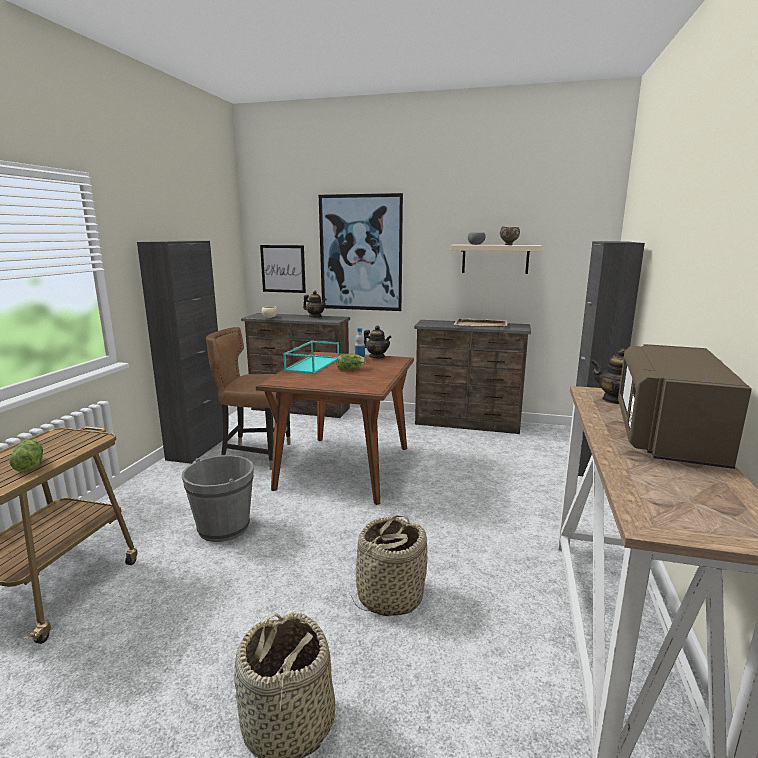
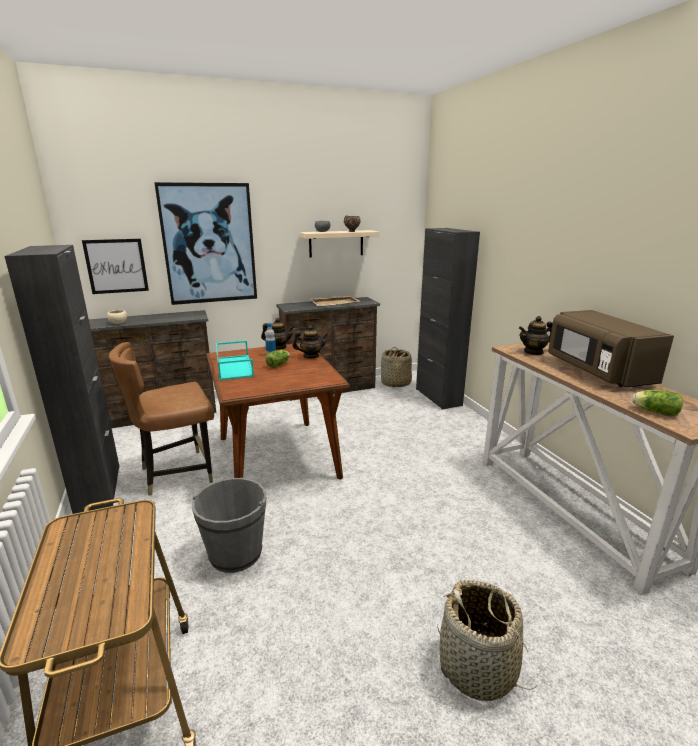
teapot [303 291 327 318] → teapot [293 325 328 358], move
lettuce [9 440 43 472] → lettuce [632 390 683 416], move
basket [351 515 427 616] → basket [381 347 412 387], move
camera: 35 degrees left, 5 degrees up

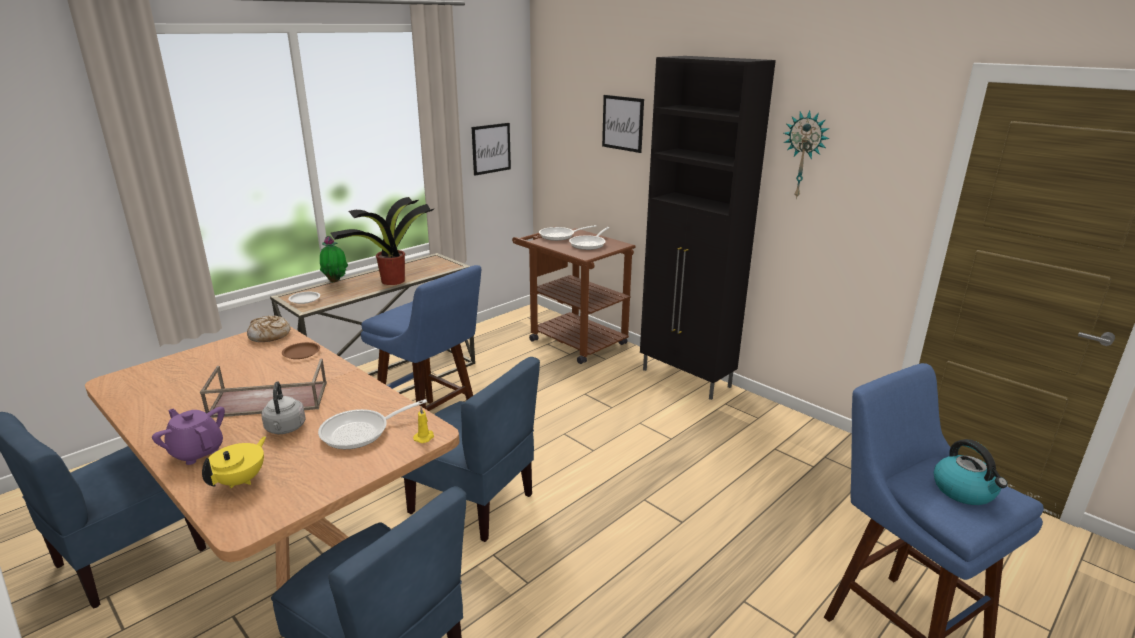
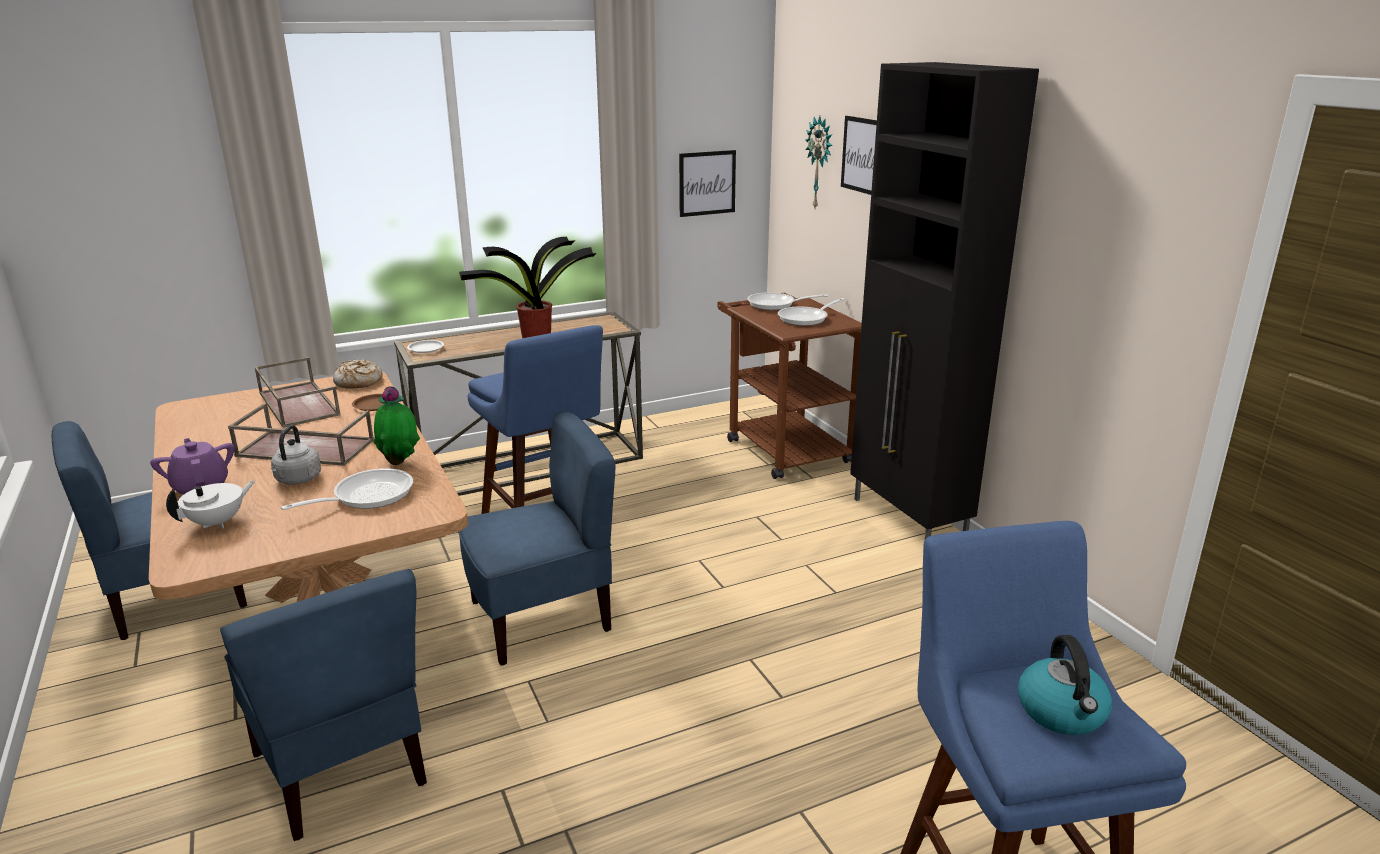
wall clock [784 110 829 199] → wall clock [805 116 833 208], move
potted plant [320 236 348 283] → potted plant [374 386 420 465], move
chair (blue) [402 357 540 542] → chair (blue) [458 411 616 666], 75 degrees counterclockwise
frying pan [318 399 427 449] → frying pan [281 468 413 510], 150 degrees clockwise
candle (yellow) [413 406 434 443] → -
teapot (yellow) [202 436 266 488] → teapot (white) [166 480 255 529]
- → tray (brown) [254 357 341 428]
camera: 20 degrees right, 0 degrees up

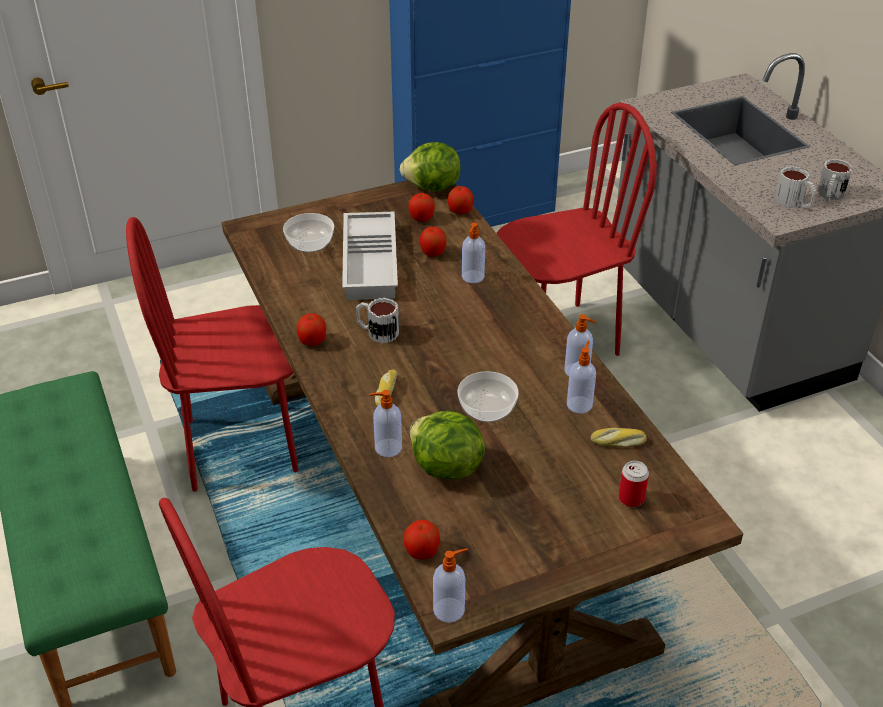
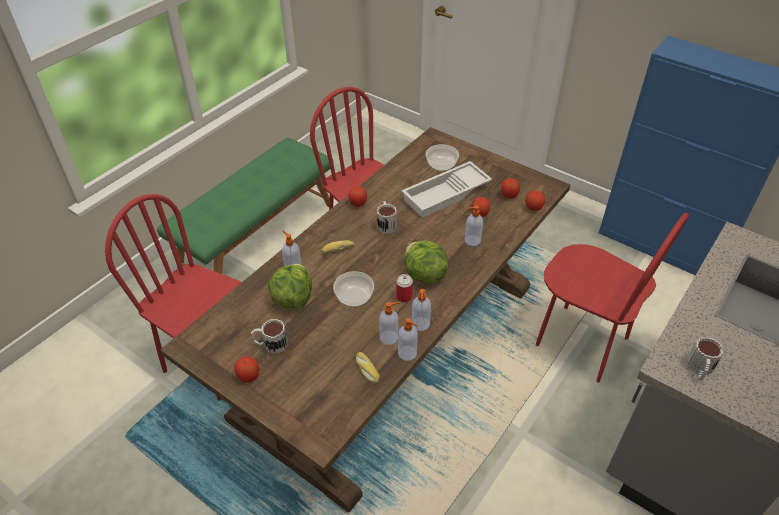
lettuce [400 142 461 192] → lettuce [404 241 448 284], move
mug [817 159 852 202] → mug [251 319 287 354], move
can [618 461 649 507] → can [396 274 413 303], move
apple [403 520 440 560] → apple [234 357 260 383], move
soap dispenser [433 548 468 623] → soap dispenser [398 318 418 361], move
camera: 60 degrees right, 5 degrees up

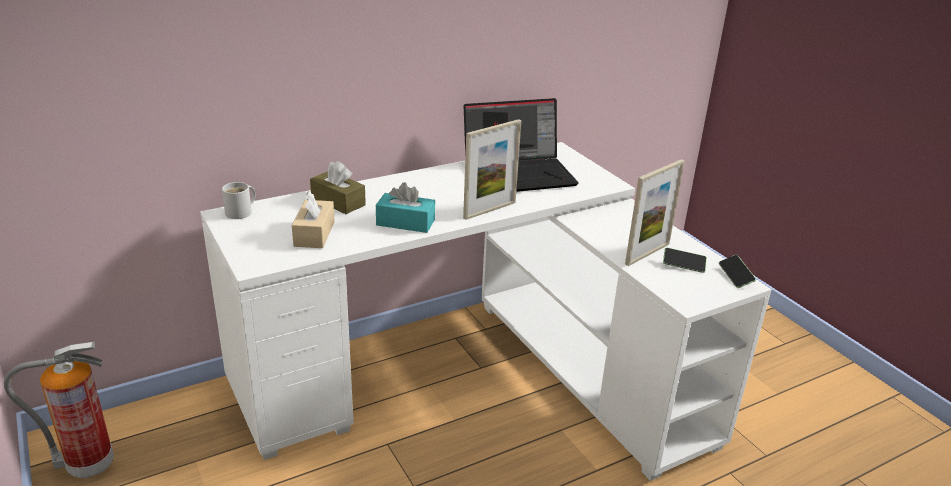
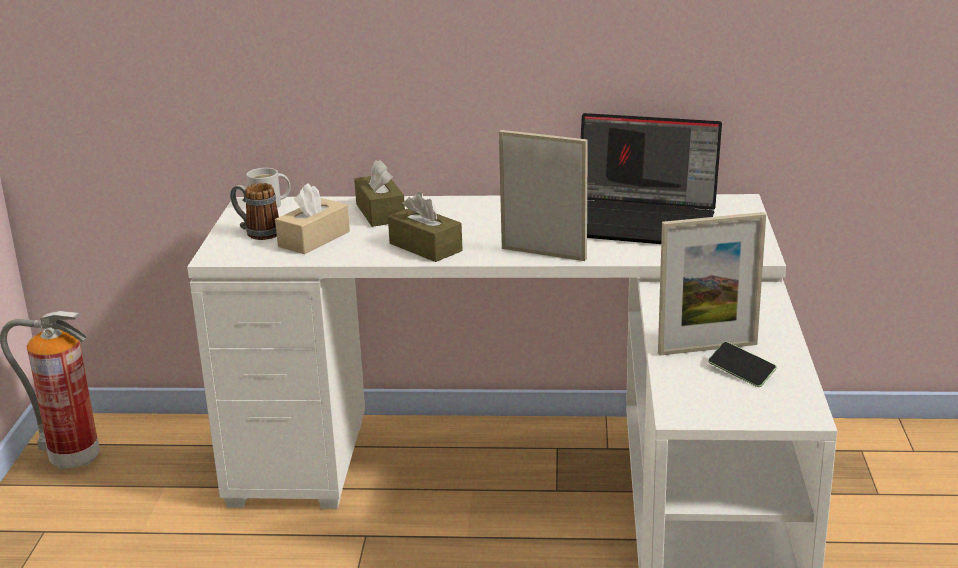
picture frame [463 119 521 220] → picture frame [499 130 588 261], 150 degrees counterclockwise
tissue box (turquoise) [376 182 435 233] → tissue box (brown) [388 192 463 262]
phone [719 255 756 288] → -
- → mug [230 183 279 240]
camera: 35 degrees right, 5 degrees down

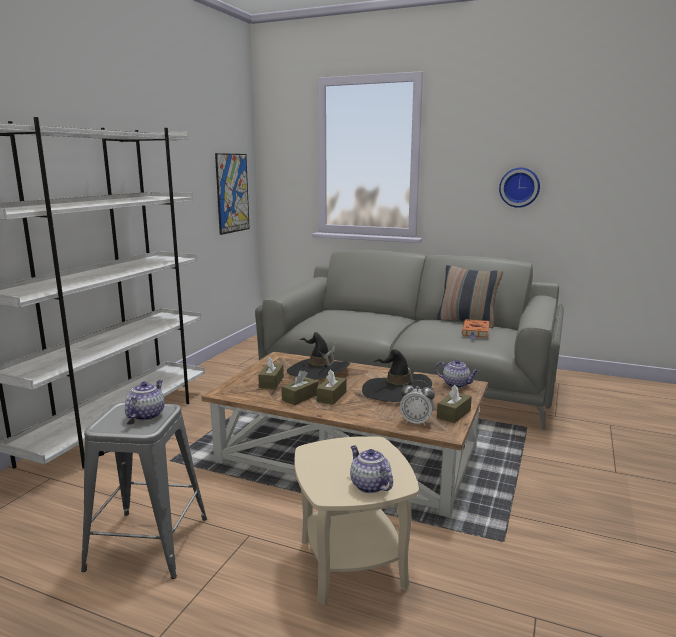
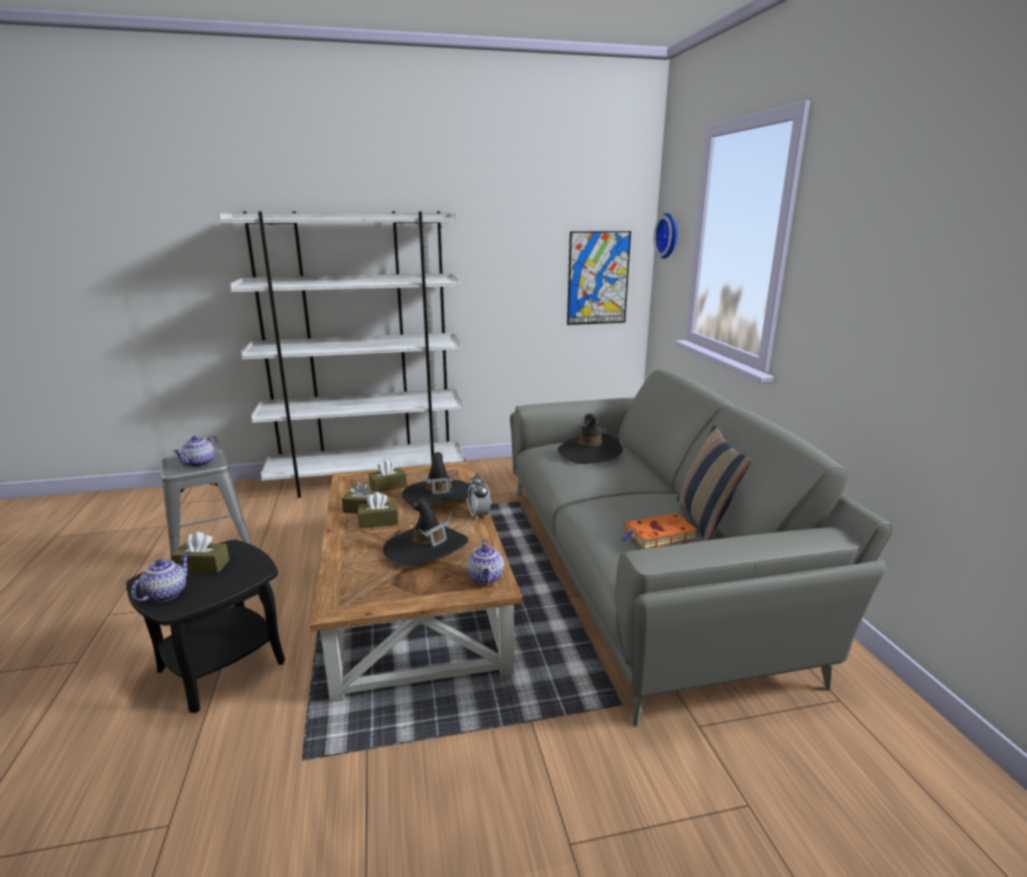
wall clock [499 168 540 208] → wall clock [653 213 678 259], move
teapot [125 380 165 421] → teapot [173 435 219 467], 135 degrees clockwise
alarm clock [400 380 435 426] → alarm clock [468 474 491 521], move
tissue box (brown) [437 385 472 423] → tissue box (brown) [171 532 230 573], move
side table (beige) [295 436 419 605] → side table (black) [126 540 285 713]
- → hat (black) [557 414 623 464]
camera: 55 degrees right, 5 degrees up

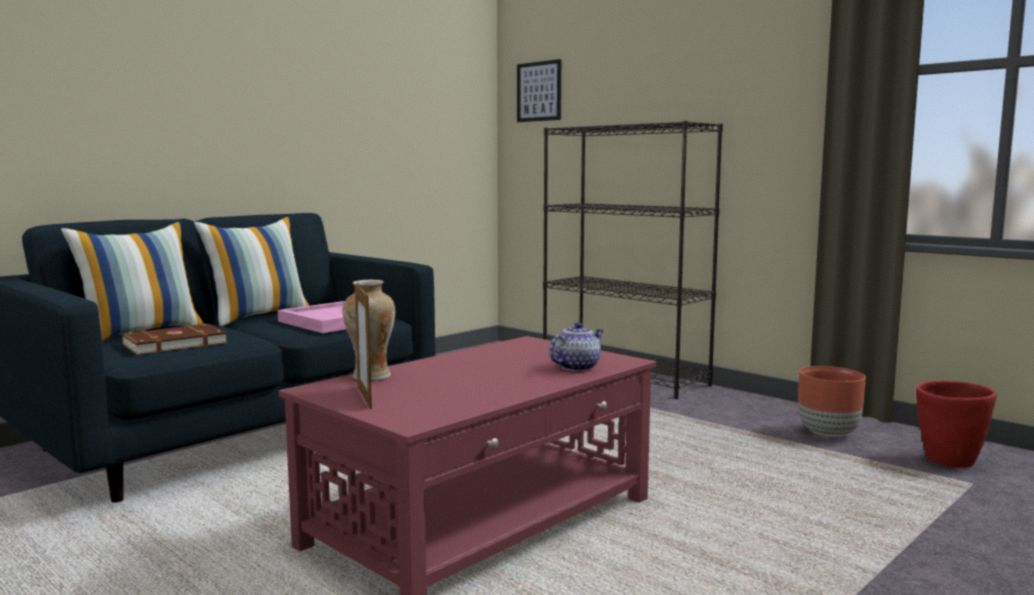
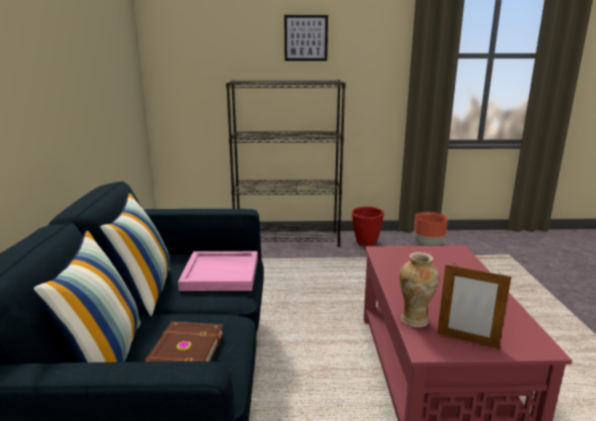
picture [517 59 561 122] → picture [284 15 328 61], move
teapot [549 322 604 371] → -
planter (red) [916 380 997 467] → planter (red) [352 206 384 246], move
camera: 45 degrees left, 10 degrees up

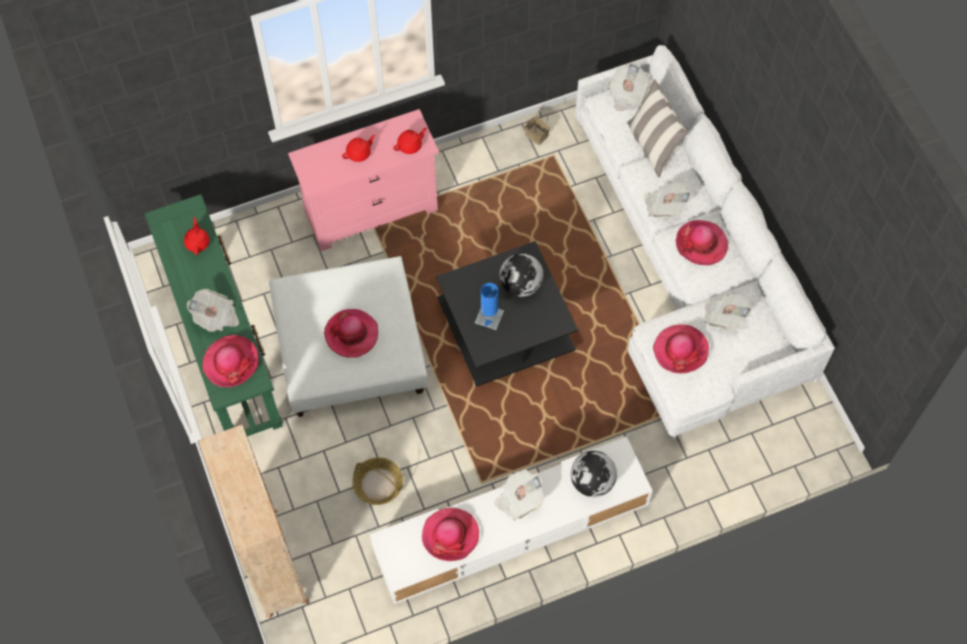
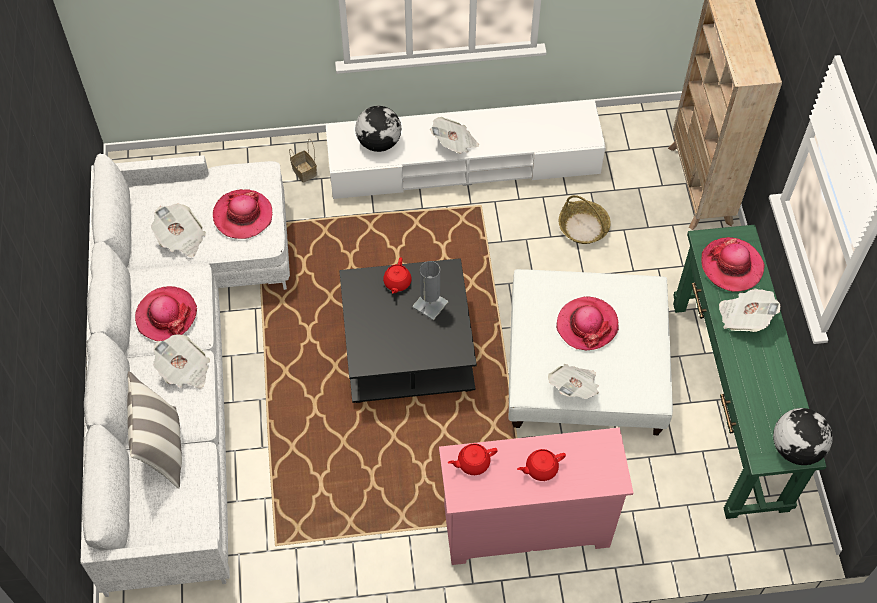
newspaper [609 63 651 111] → newspaper [548 364 599 399], move
basket [524 107 550 145] → basket [289 139 317 183], move
teapot (red) [184 217 210 255] → teapot (red) [383 257 412 293], move
globe [500 253 543 297] → globe [773 408 833 465], move
table lamp (blue) [475 283 504 330] → table lamp (grey) [412 261 448 320]
hat [422 508 479 561] → -
camera: 165 degrees left, 5 degrees down

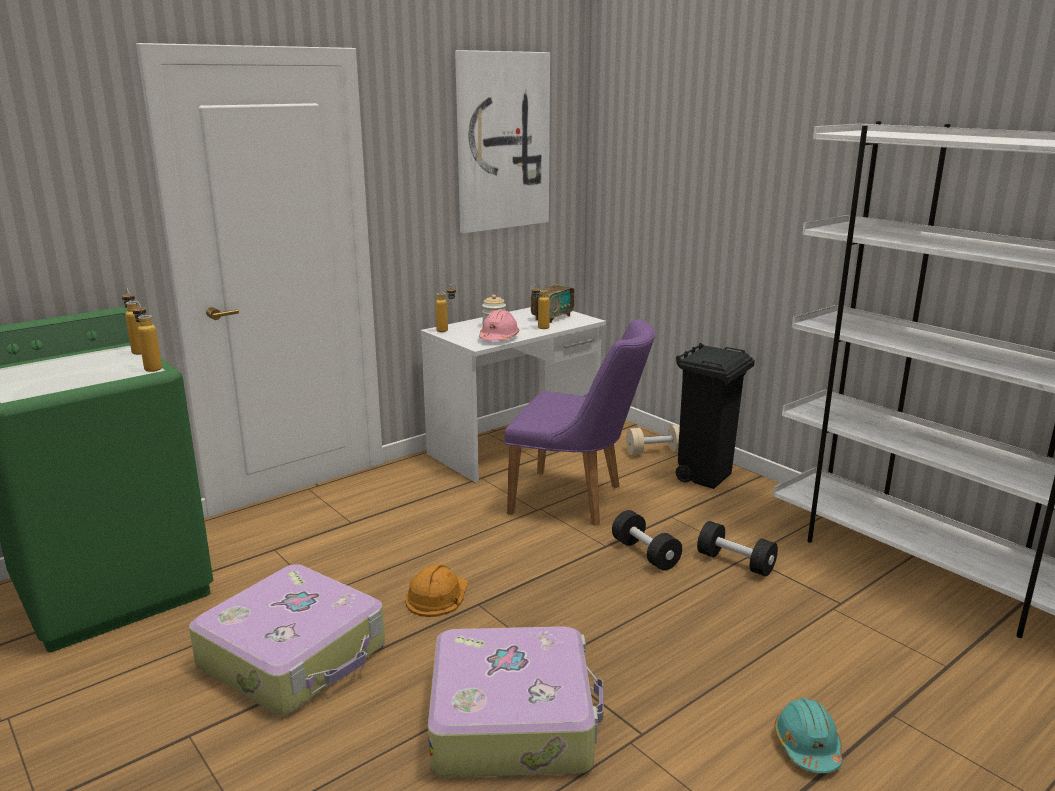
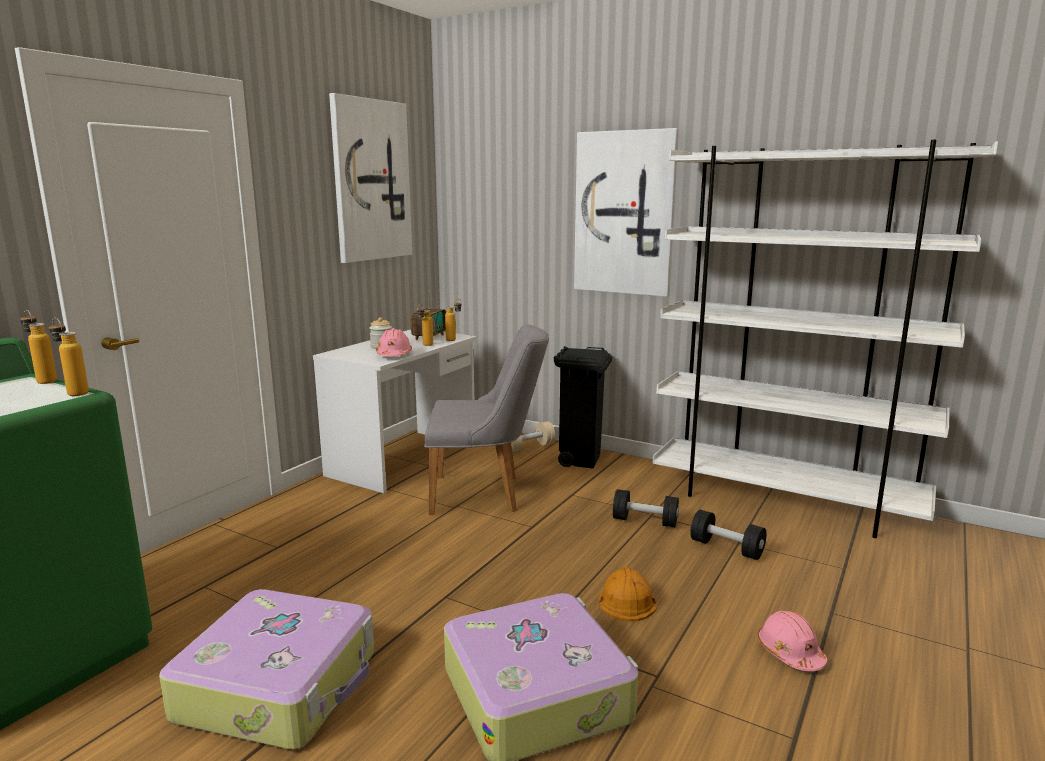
bottle [435 284 456 332] → bottle [445 299 462 341], move
chair (purple) [504 319 655 526] → chair (grey) [424 324 549 515]
dumbbell (black) [612 510 682 571] → dumbbell (black) [690 510 767 560], move
hard hat (orange) [405 564 468 617] → hard hat (orange) [599 567 657 622], move
hard hat (turquoise) [774 698 843 773] → hard hat (pink) [758 611 827 671]
- → picture [574 128 679 297]
camera: 20 degrees left, 5 degrees down

